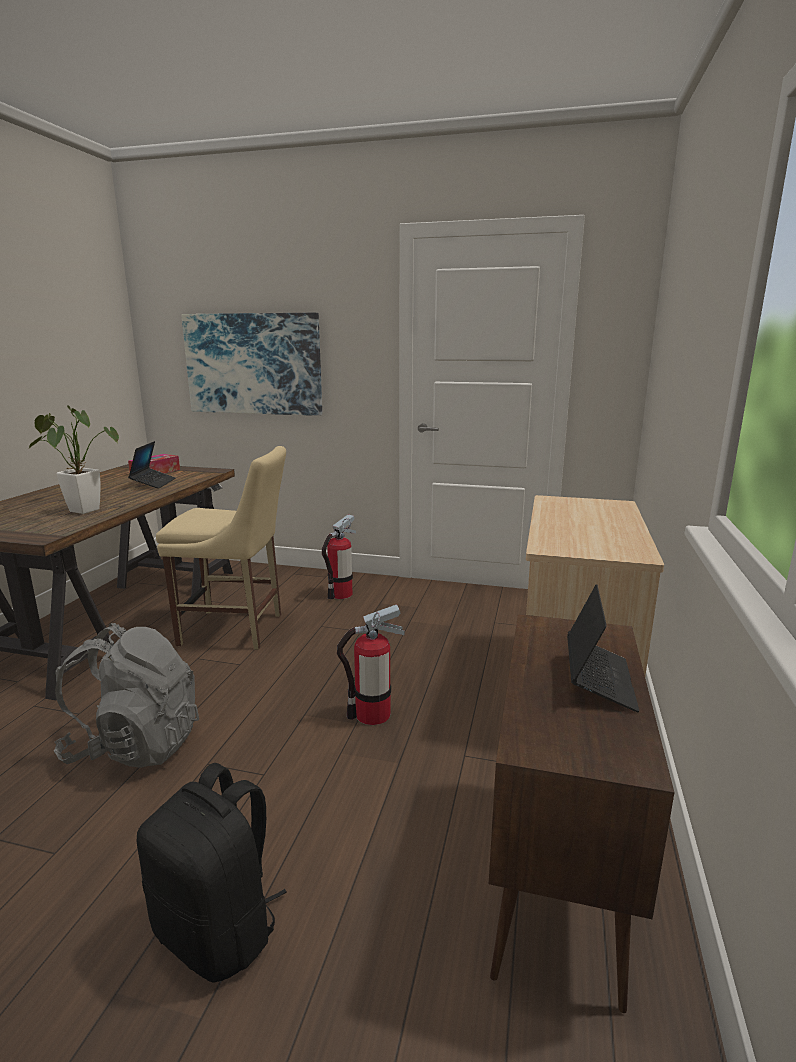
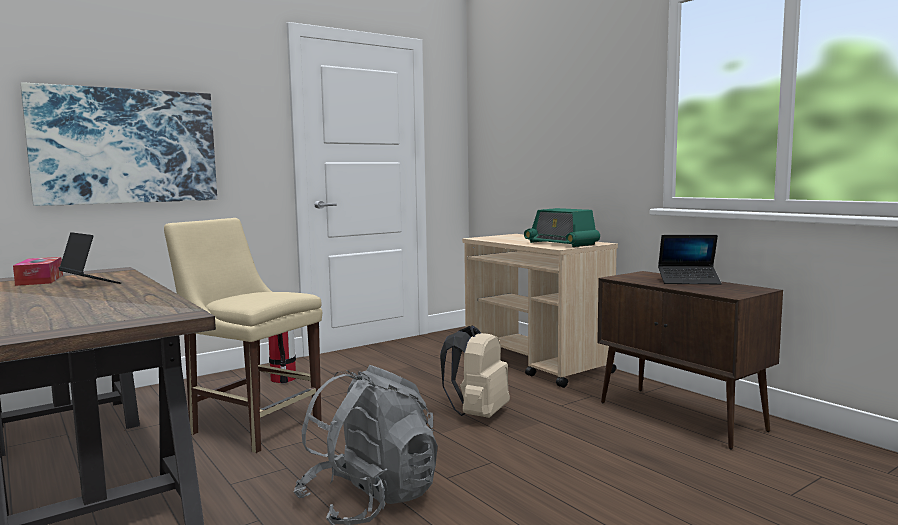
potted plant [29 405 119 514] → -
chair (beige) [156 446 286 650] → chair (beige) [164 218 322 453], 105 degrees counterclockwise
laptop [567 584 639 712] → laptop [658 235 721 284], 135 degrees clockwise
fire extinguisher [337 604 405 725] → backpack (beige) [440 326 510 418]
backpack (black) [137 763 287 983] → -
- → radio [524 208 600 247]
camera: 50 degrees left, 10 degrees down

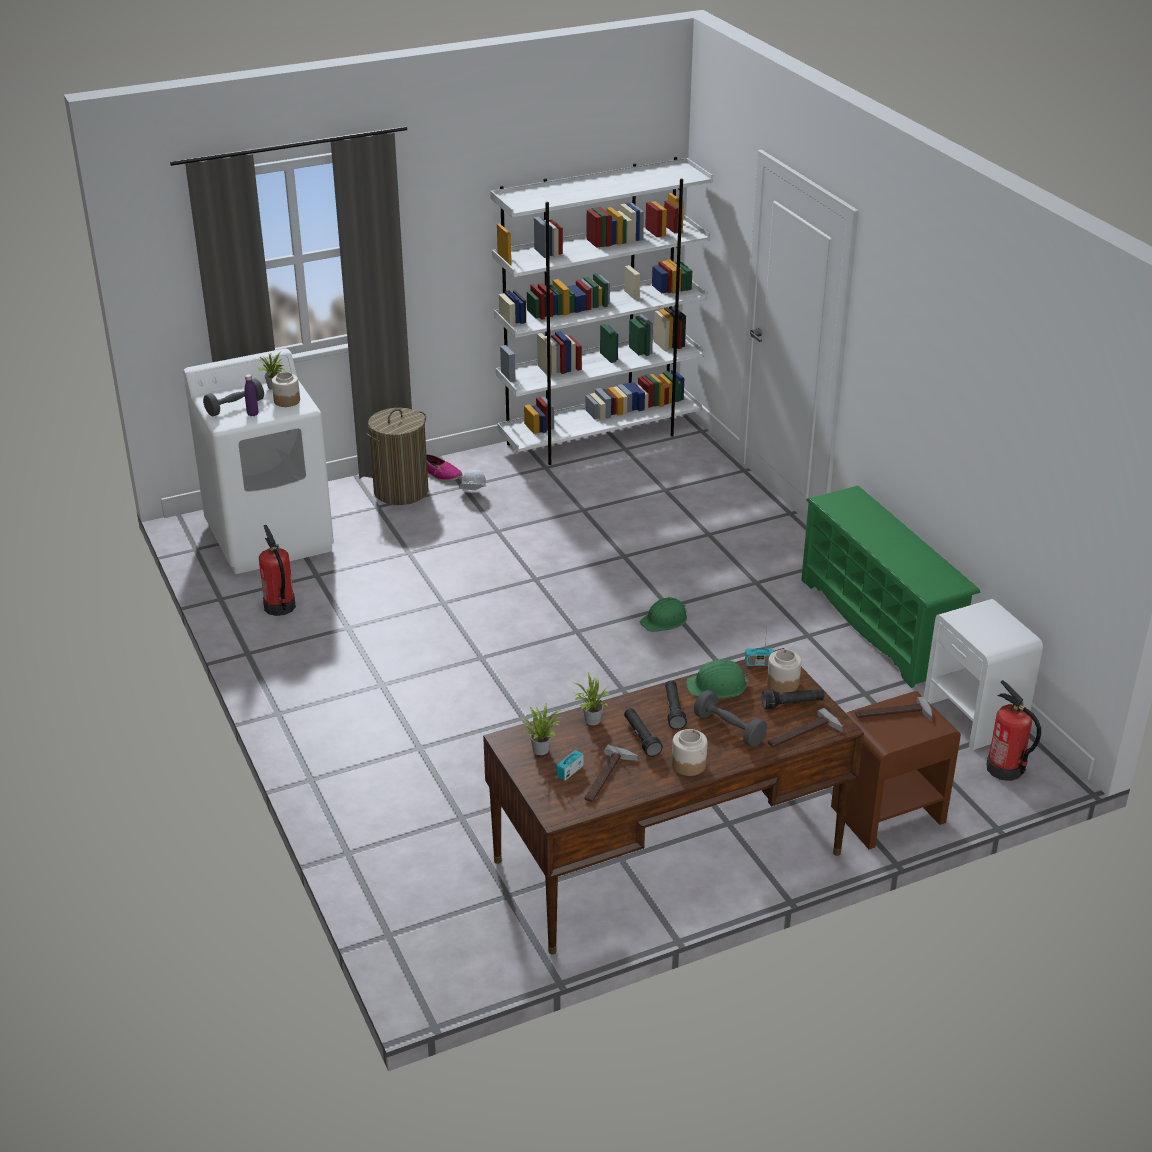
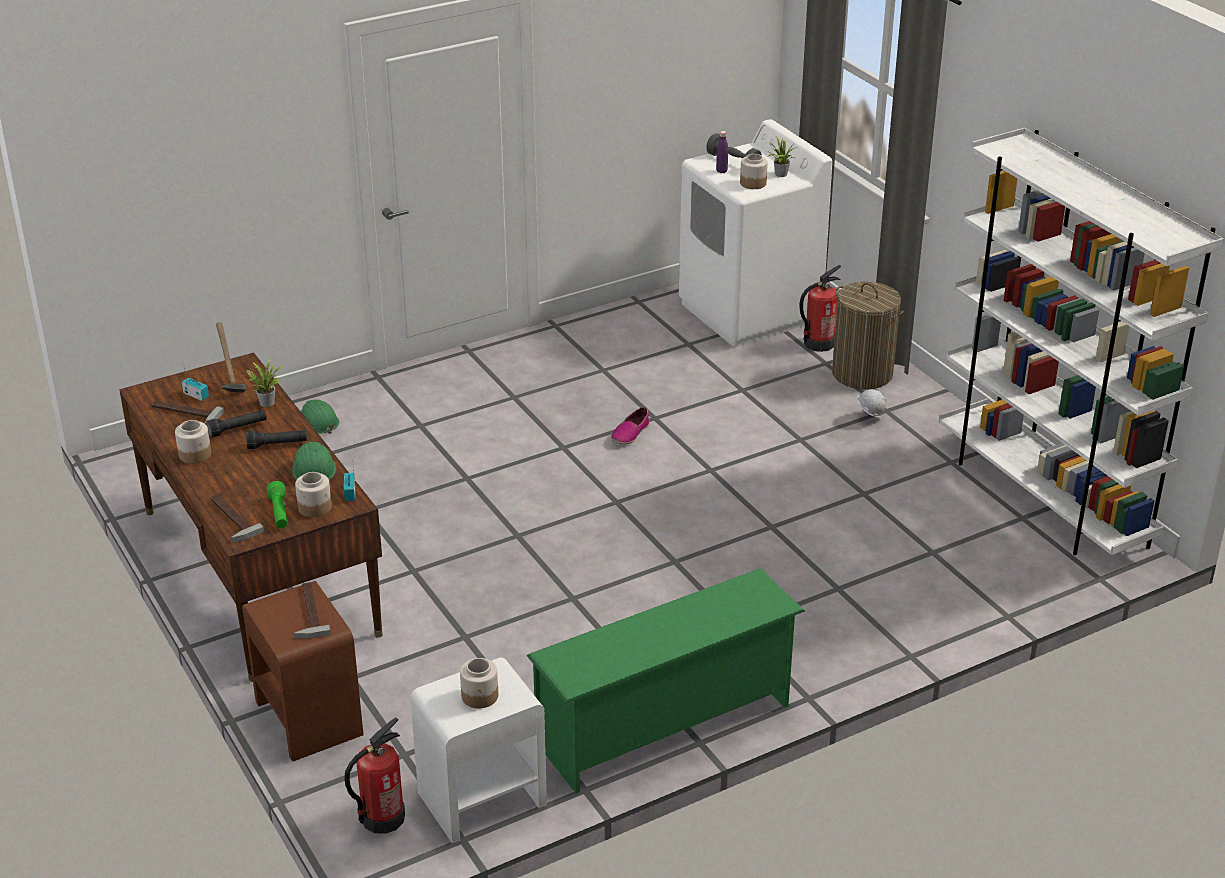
shoe [426 454 463 482] → shoe [611 407 649 445], move
fire extinguisher [259 525 296 616] → fire extinguisher [800 265 841 352], move
hard hat (green) [640 597 687 632] → hard hat (green) [301 399 339 434], move
flashlight (black) [762 689 824 709] → flashlight (green) [267 481 288 528]
dumbbell (grey) [694 690 767 747] → -
potted plant [520 702 561 755] → hammer [216 322 246 393]
- → jar [460 658 498 708]
camera: 85 degrees right, 0 degrees up

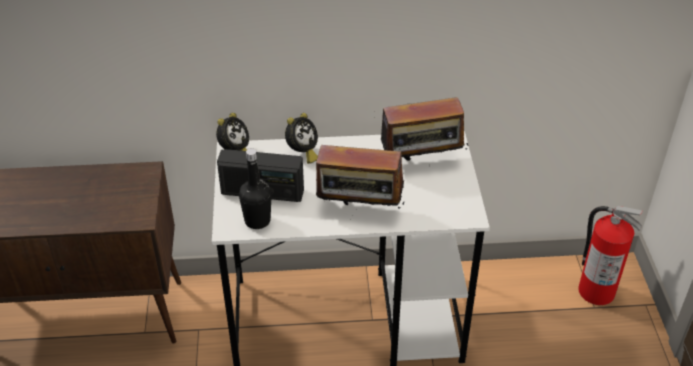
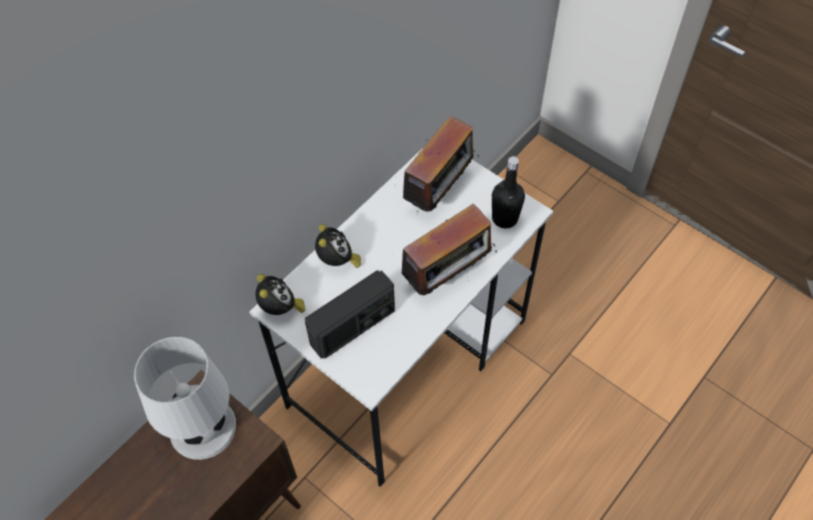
bottle (black) [239 148 272 229] → bottle (black) [492 156 525 228], move
fire extinguisher [578 206 643 305] → -
- → table lamp (white) [134 337 236 460]
camera: 45 degrees left, 15 degrees up

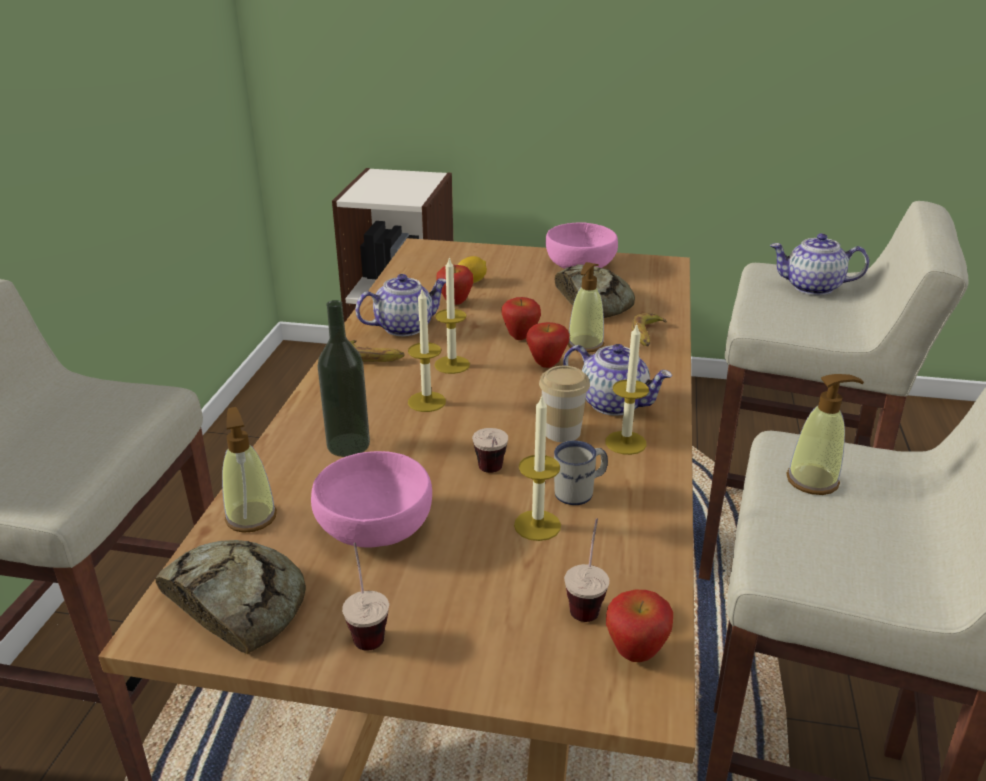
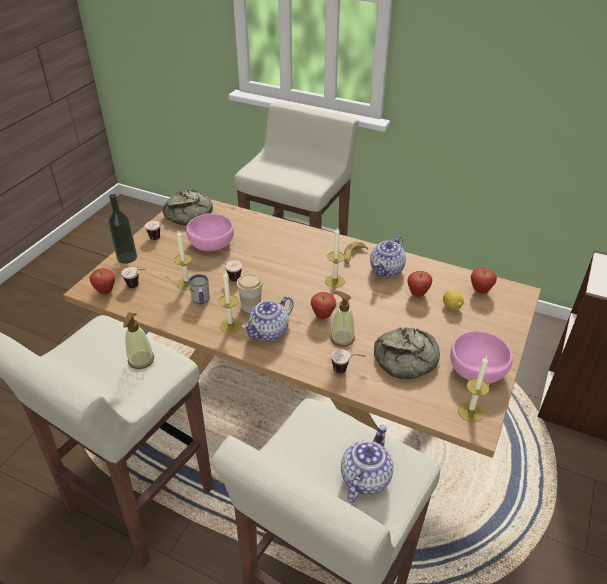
teapot [355 274 446 336] → teapot [370 236 406 277], 45 degrees clockwise
candle [408 290 446 412] → candle [458 355 489 422], move
apple [502 297 541 340] → apple [471 268 497 294], move
bottle [318 300 370 457] → bottle [108 194 137 264], move
banana [632 313 667 347] → cup [331 349 365 374]
soap dispenser [222 407 277 533] → -
camera: 105 degrees right, 10 degrees up

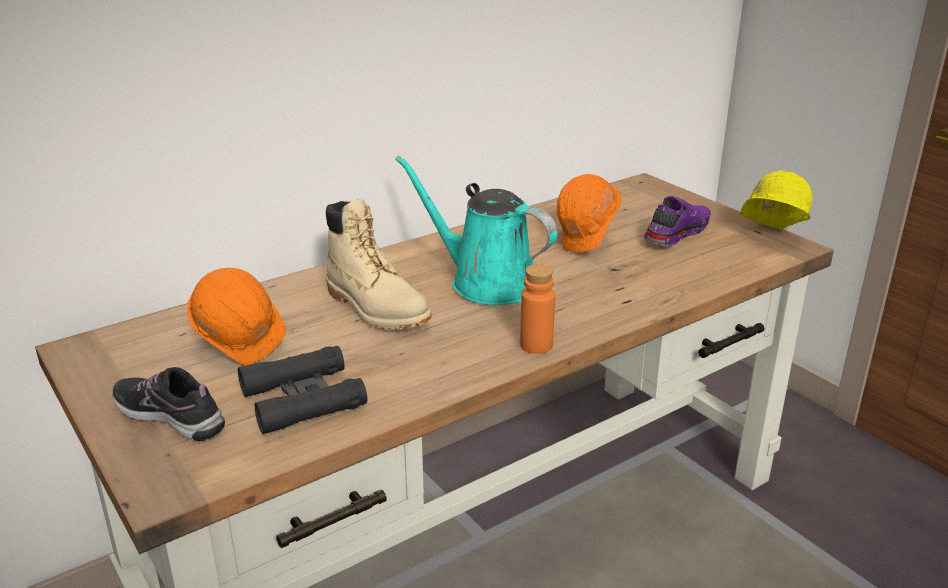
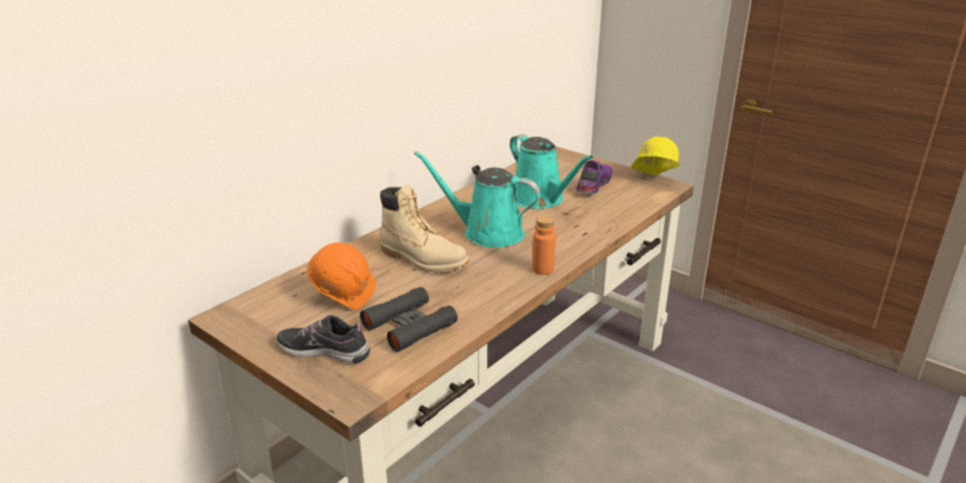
hard hat (orange) [557 174 622 253] → watering can (turquoise) [510 134 594 209]
camera: 15 degrees left, 0 degrees up

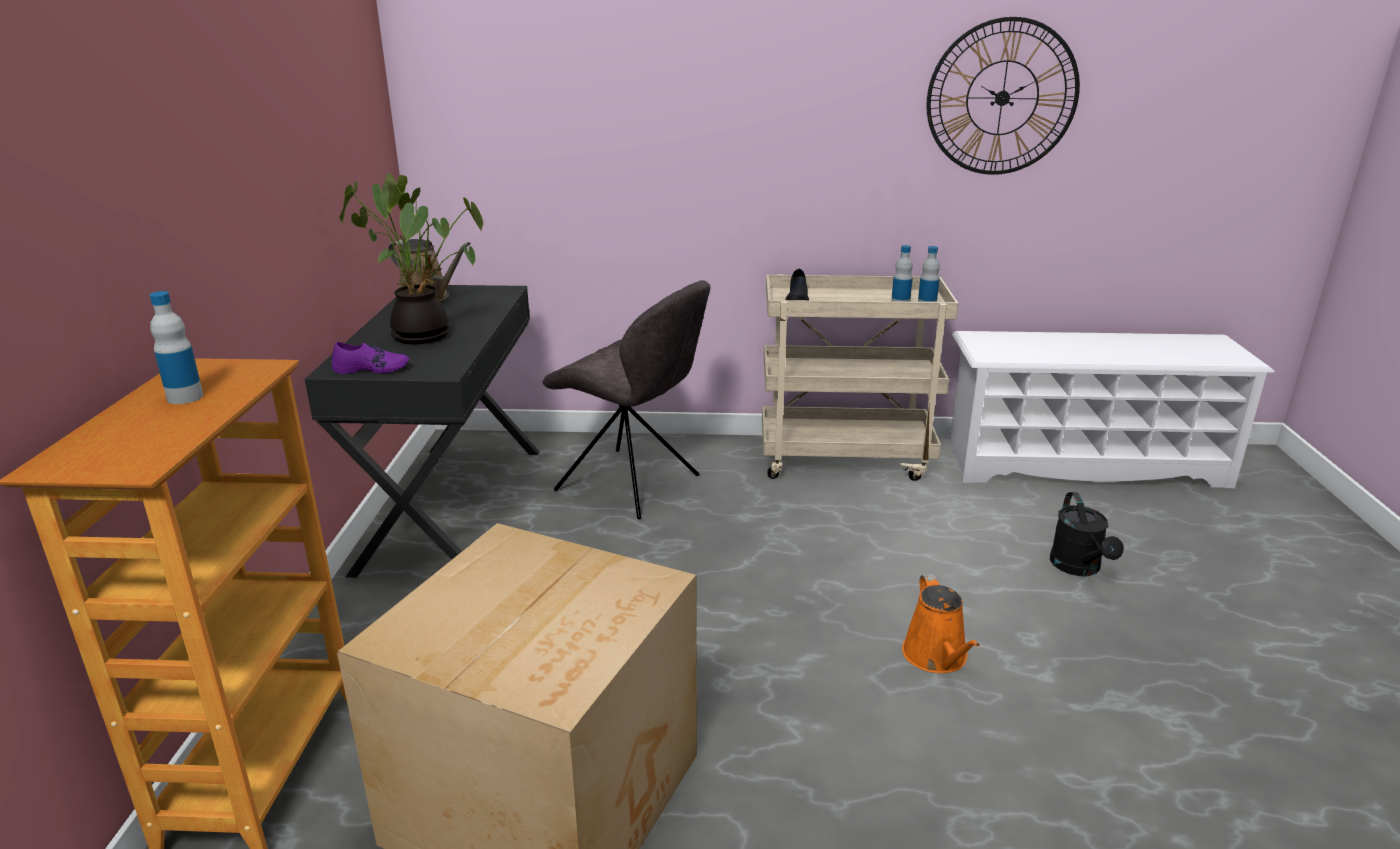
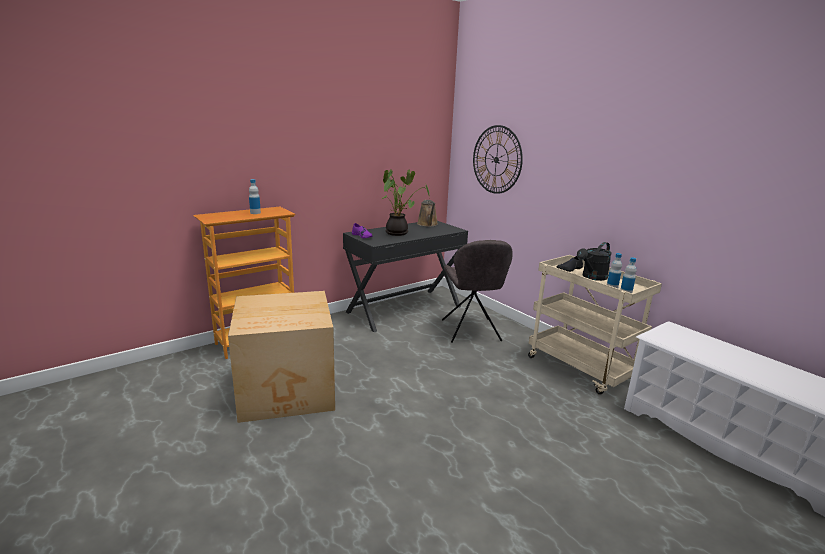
wall clock [926 17 1080 175] → wall clock [473 125 523 194], move
watering can (black) [1050 492 1124 577] → watering can (black) [577 242 612 281], move
watering can (orange) [902 574 980 673] → -
camera: 50 degrees right, 5 degrees down

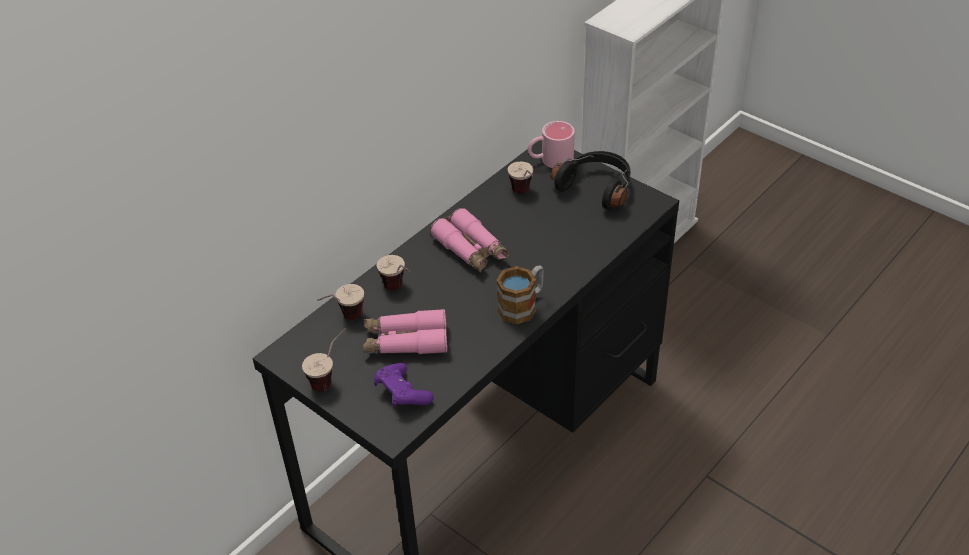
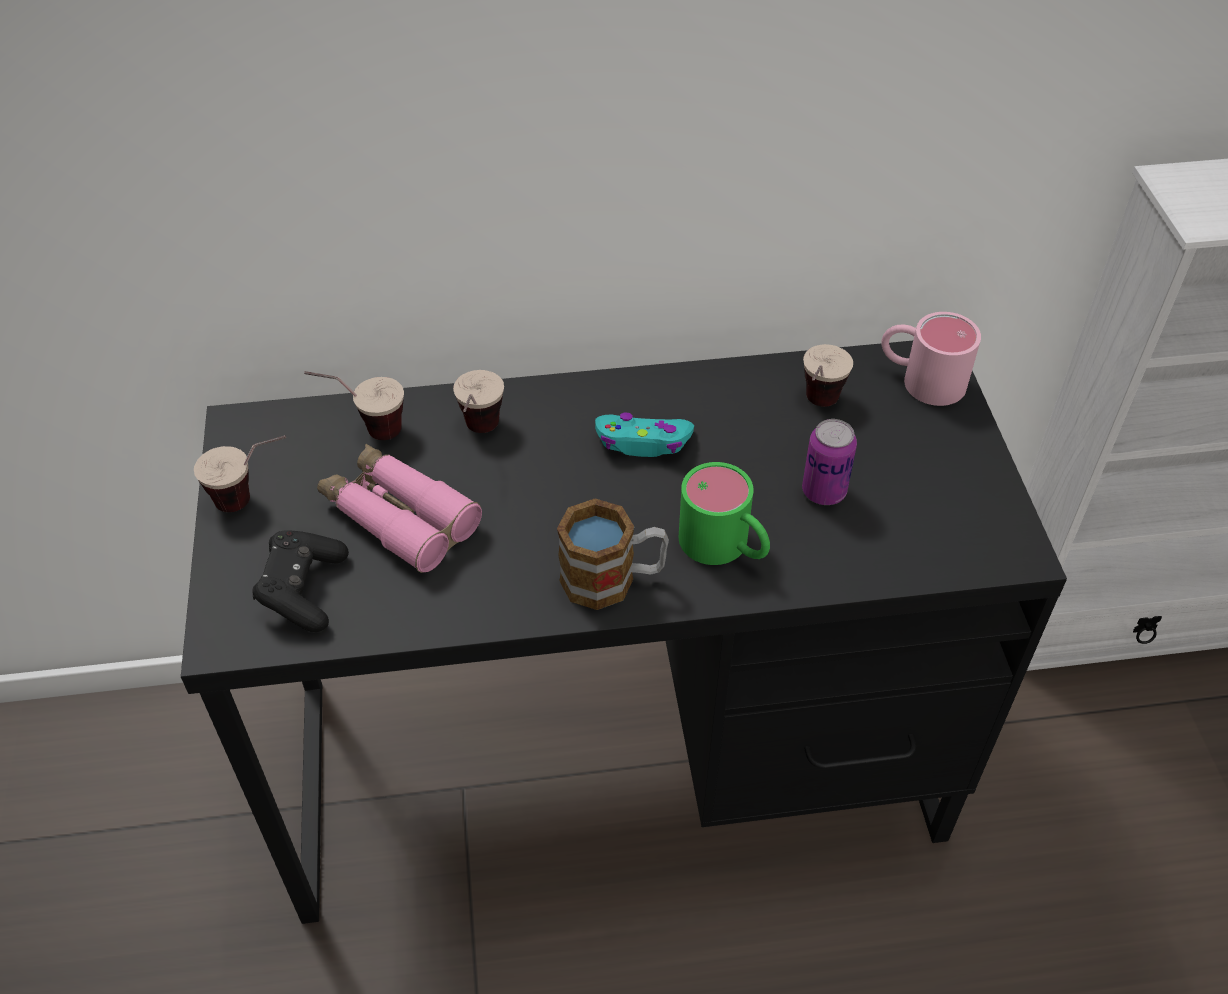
headphones (black) [551 151 632 210] → -
binoculars (pink) [430 208 509 272] → game controller (turquoise) [595 412 694 457]
game controller (purple) [374 363 434 407] → game controller (black) [252 530 349 632]
- → can [802 419 857 505]
- → mug (green) [679 462 770 565]
camera: 40 degrees right, 5 degrees up

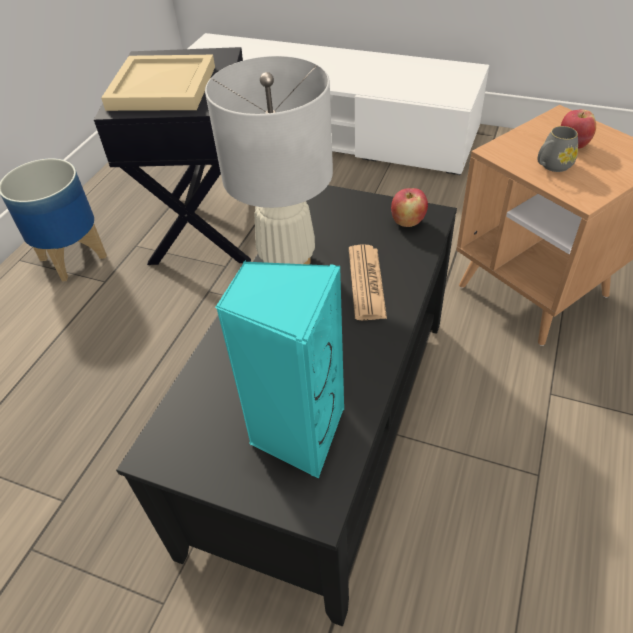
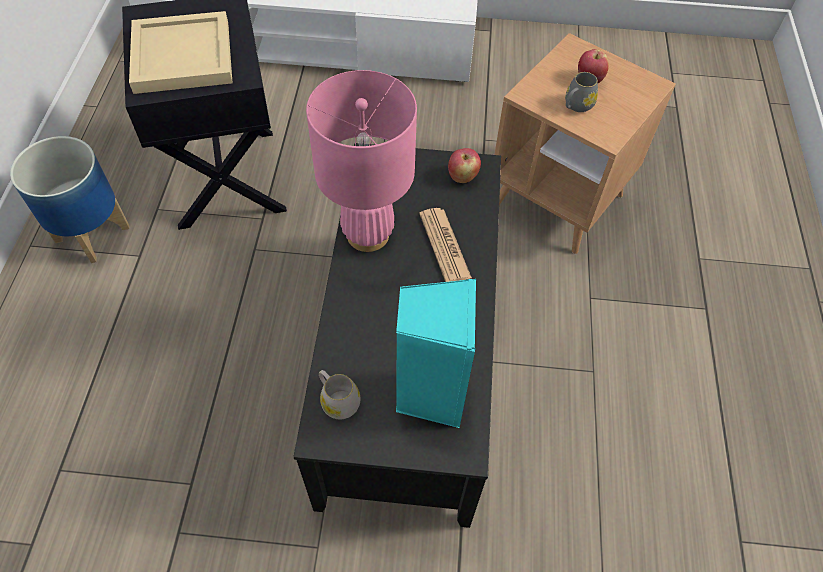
table lamp (white) [205 56 333 265] → table lamp (pink) [306 70 417 252]
- → mug (white) [319 370 361 419]
camera: 20 degrees left, 10 degrees up

